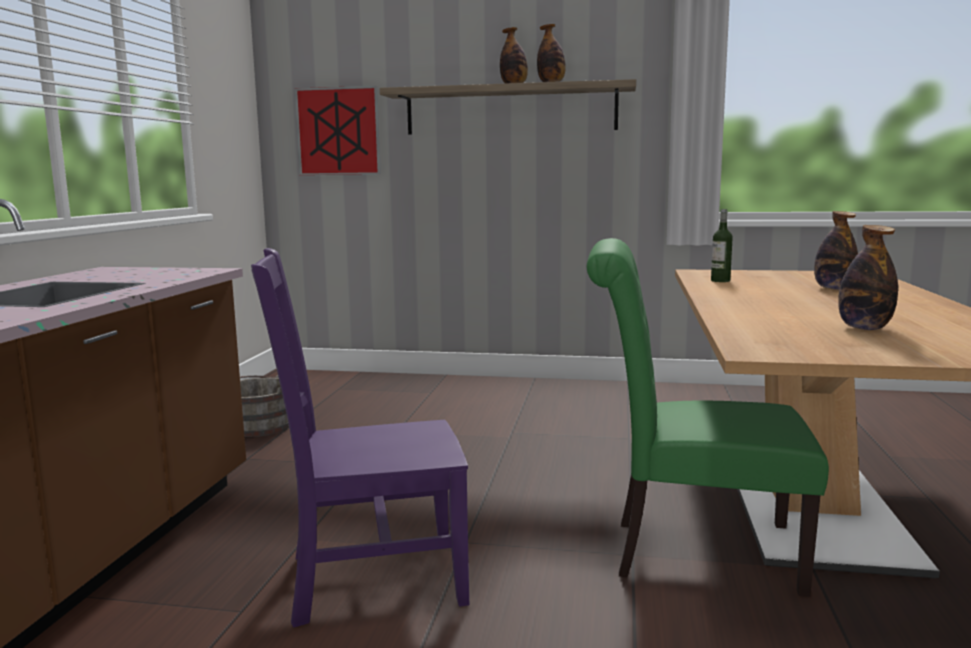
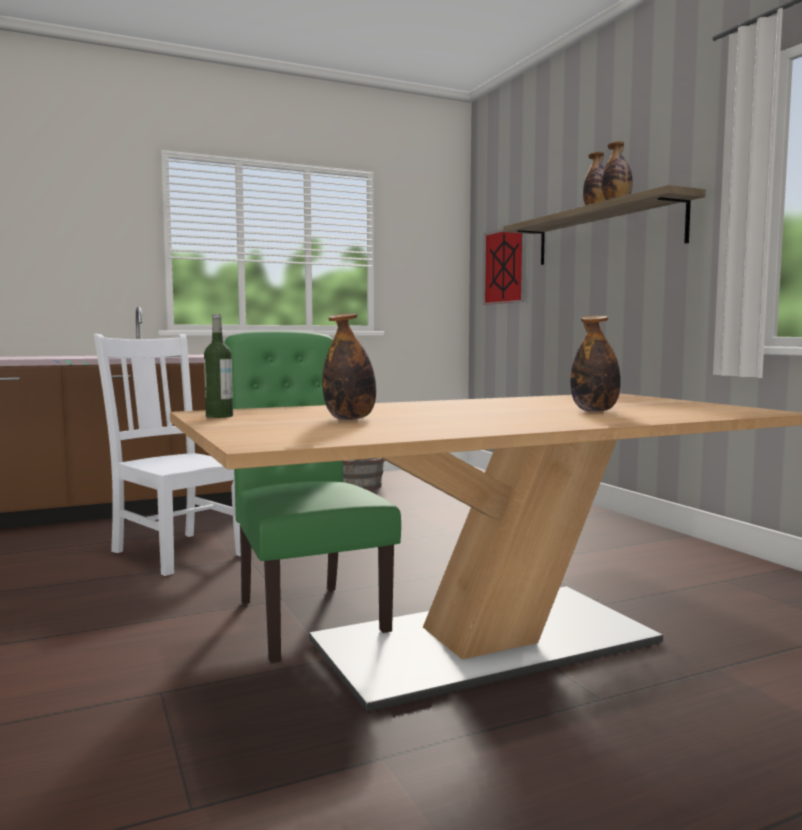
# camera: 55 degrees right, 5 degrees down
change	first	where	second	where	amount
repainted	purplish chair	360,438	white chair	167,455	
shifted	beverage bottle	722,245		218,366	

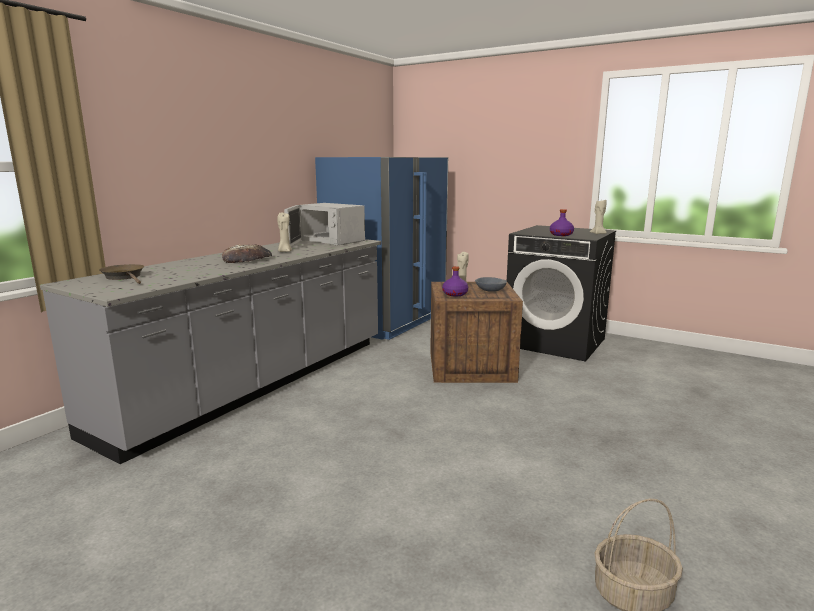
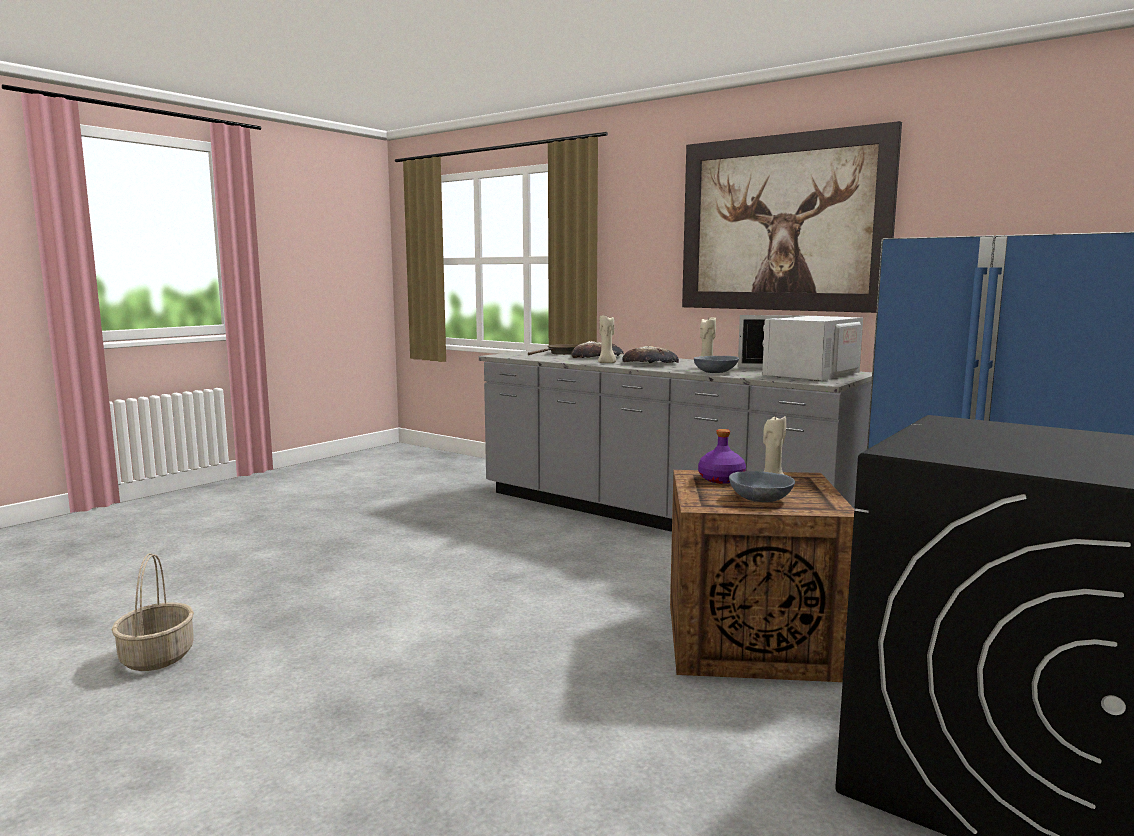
# camera: 95 degrees right, 5 degrees down
change	first	where	second	where	amount
gone	purplish beverage bottle	562,222			
shifted	beige-coloured candle	598,217		607,339	
new			bakery bread	597,349	
new			picture	792,217	
new			gray serving bowl	716,364	

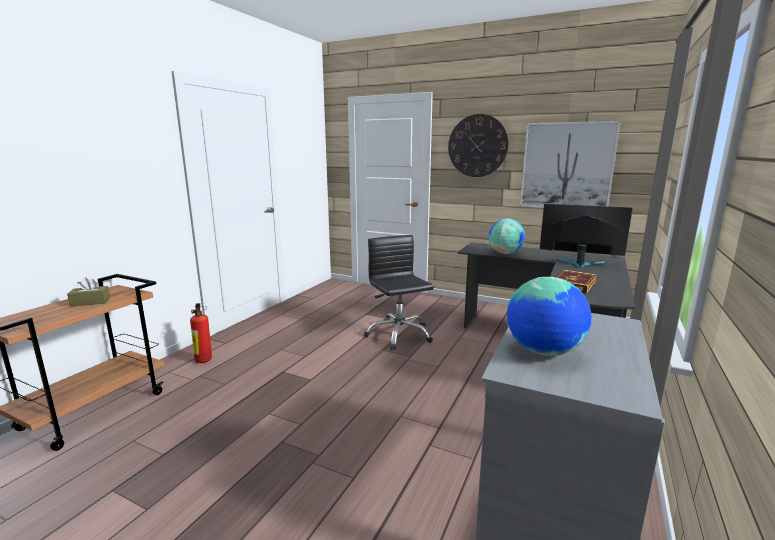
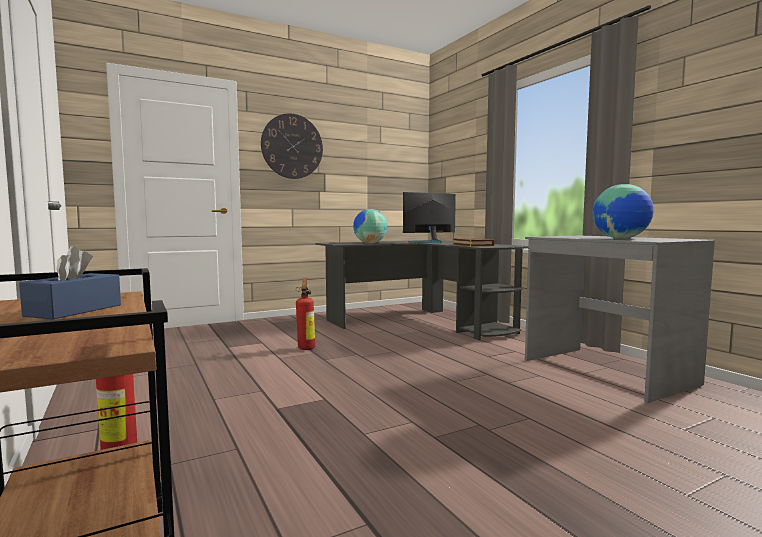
# camera: 55 degrees left, 10 degrees down
change	first	where	second	where	amount
repainted	brown box of tissues	89,292	blue-coloured box of tissues	70,282	
swapped	black-coloured office chair	399,292	fire extinguisher	305,314	
gone	picture	570,164			

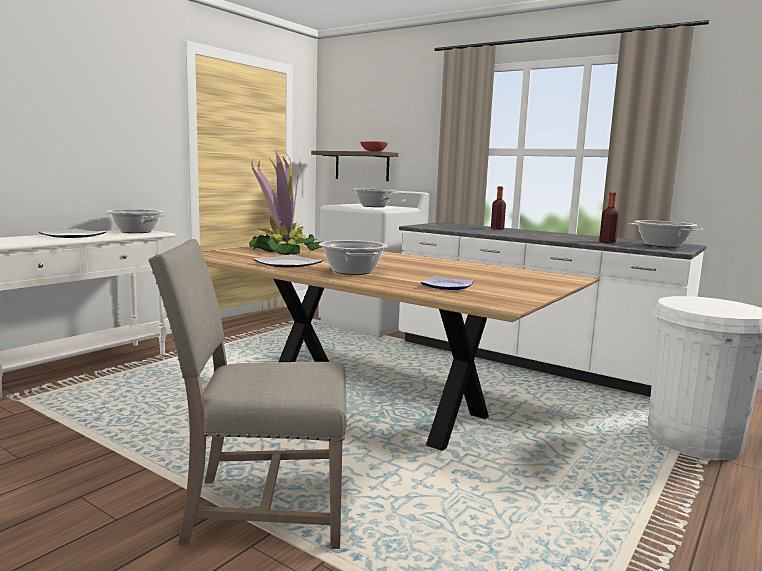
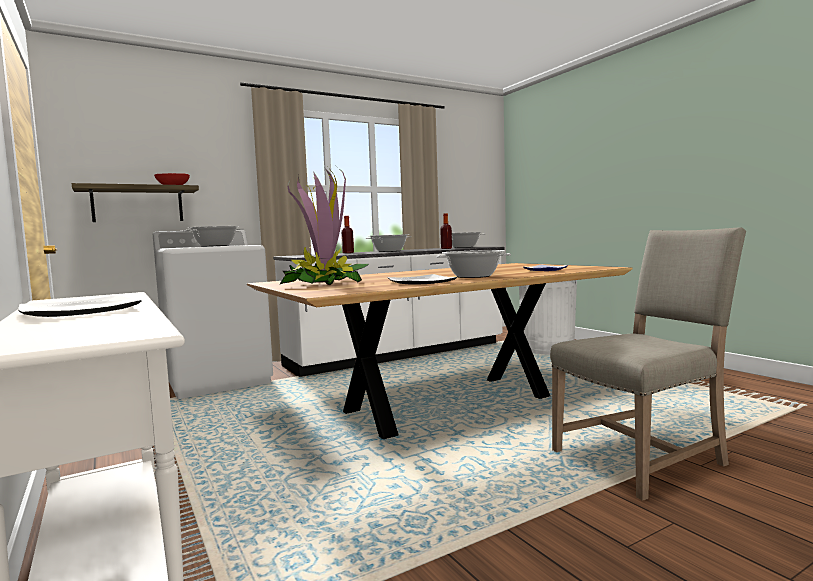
# camera: 65 degrees left, 5 degrees down
change	first	where	second	where	amount
shifted	cooking pot	136,221		388,243	
rotated	beige-coloured chair	247,394		648,364	135 degrees counterclockwise

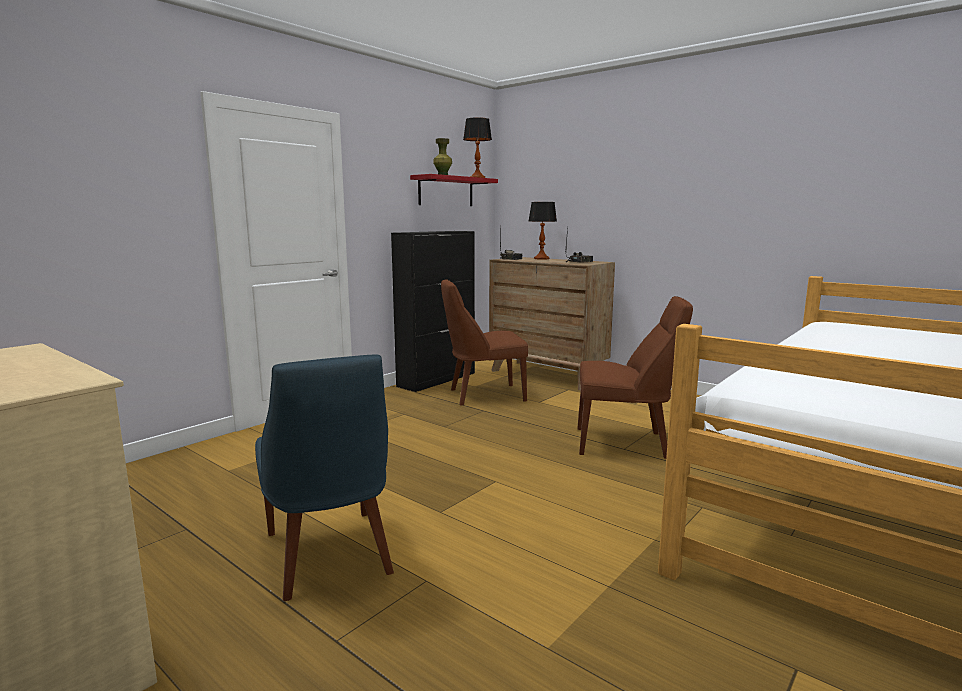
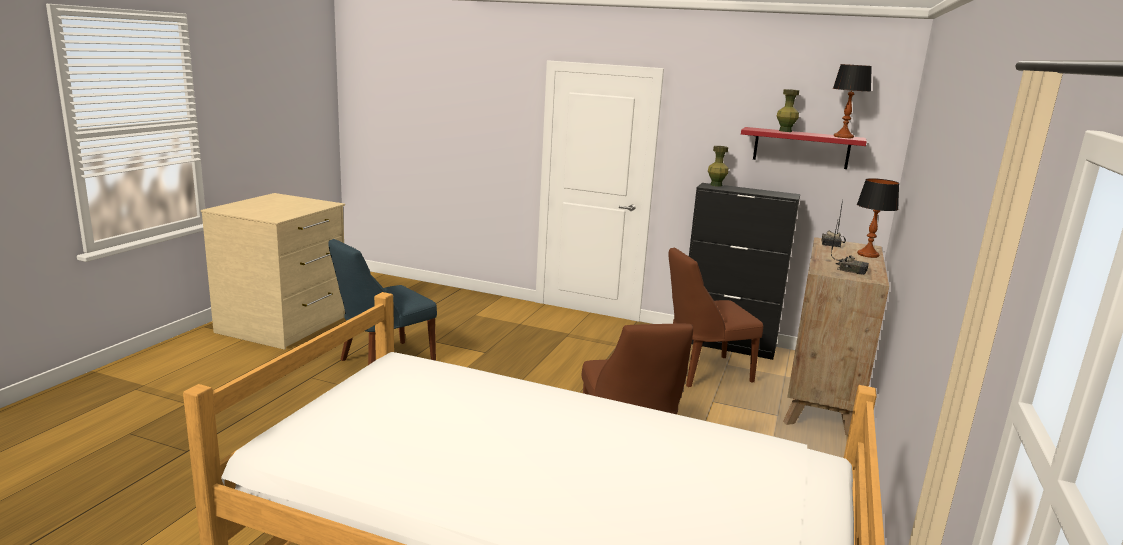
# camera: 70 degrees right, 5 degrees up
change	first	where	second	where	amount
rotated	brown chair	484,342		716,317	75 degrees counterclockwise
new			green flower vase	718,166	

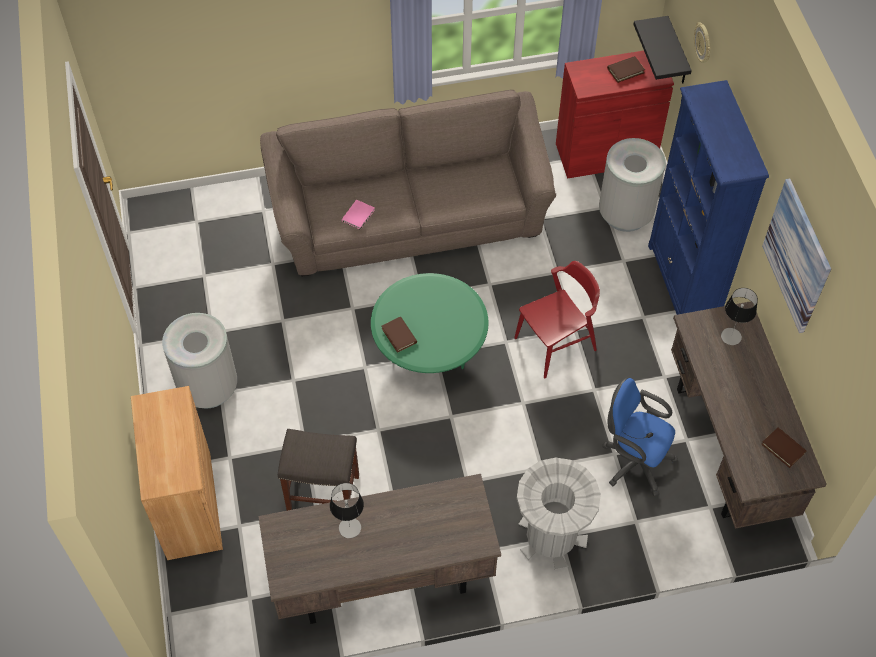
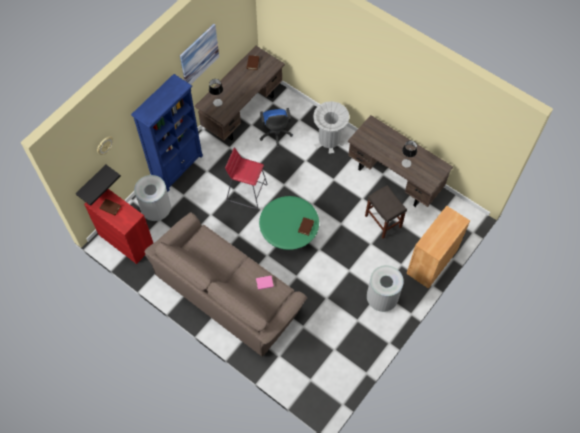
# camera: 130 degrees left, 5 degrees up
change	first	where	second	where	amount
swapped	reddish chair	557,319	reddish sitting stool	246,178	

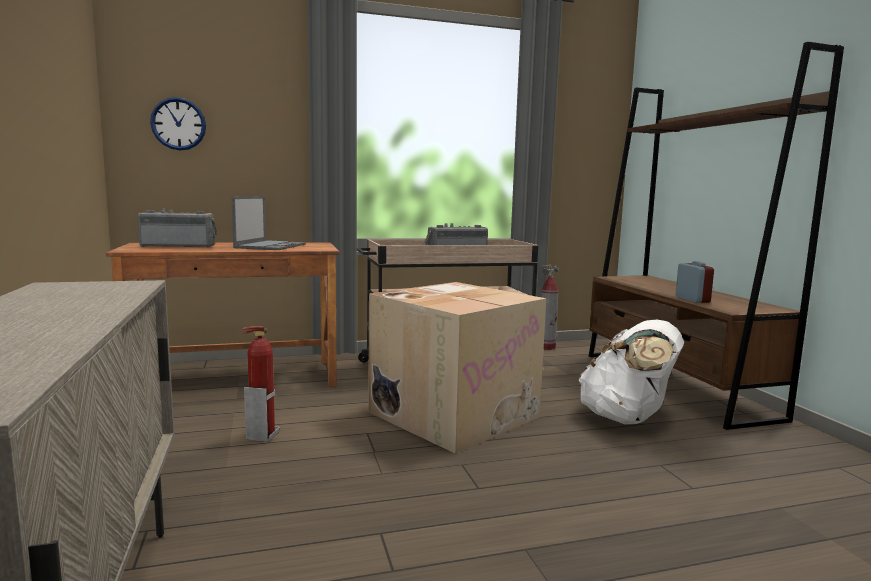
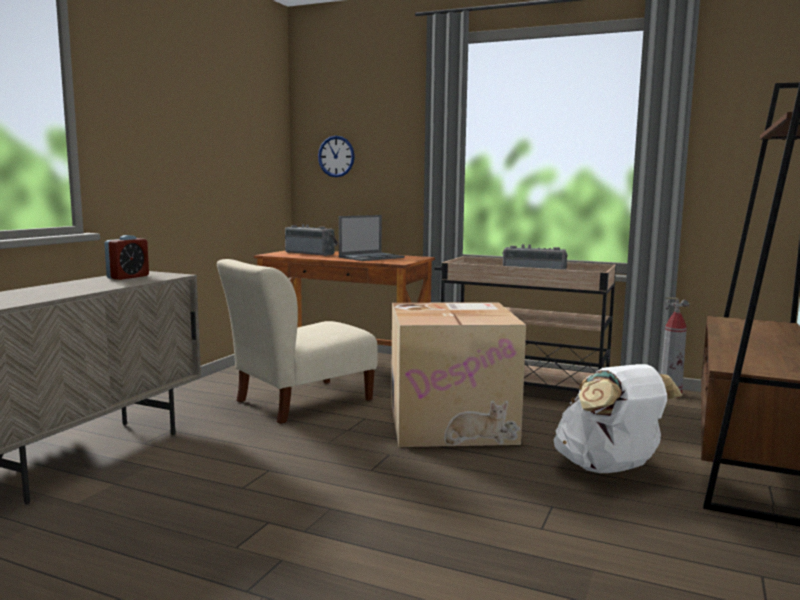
# camera: 40 degrees right, 0 degrees up
change	first	where	second	where	amount
swapped	fire extinguisher	261,384	beige-coloured chair	297,341	
shifted	alarm clock	694,282		126,257	

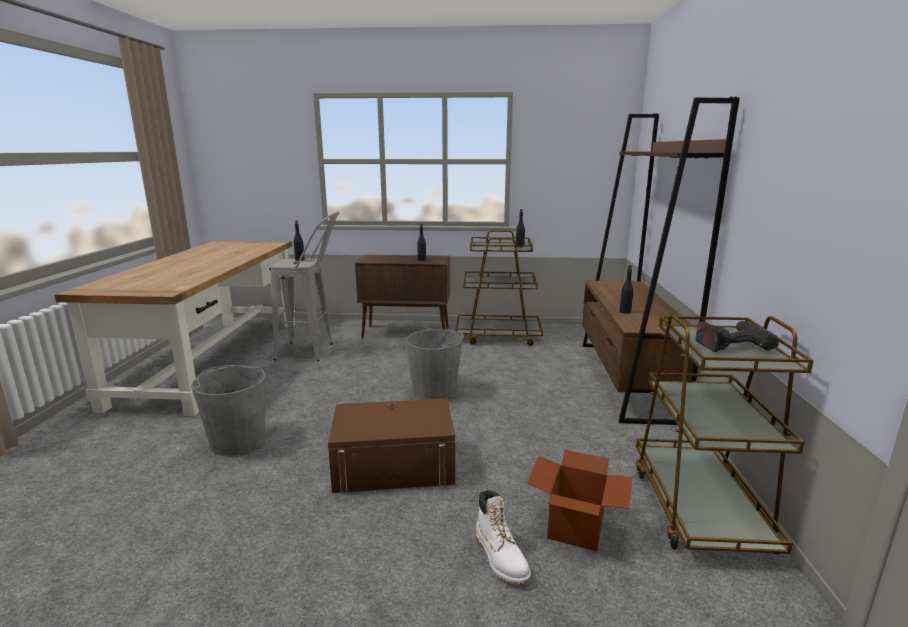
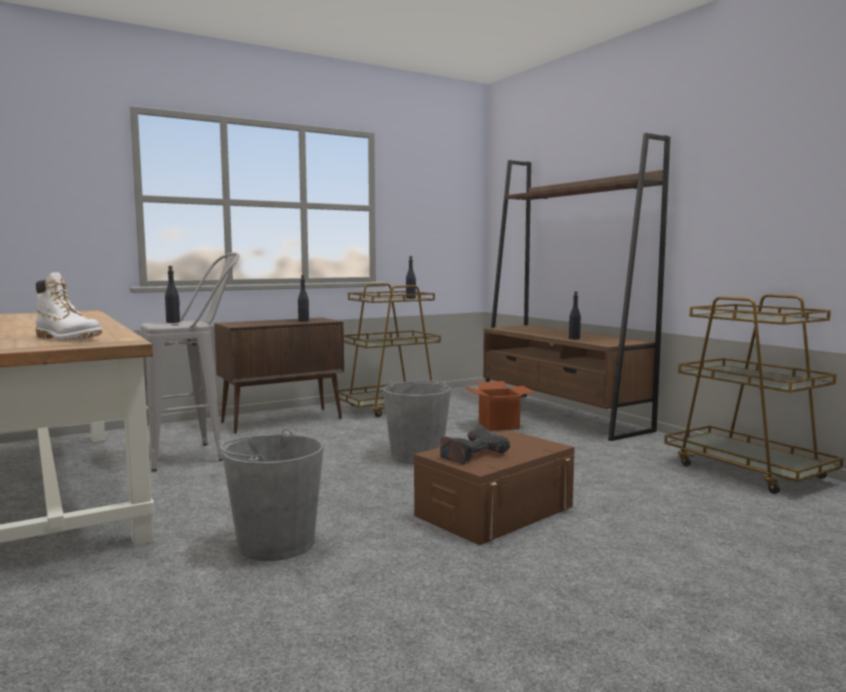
# camera: 35 degrees left, 10 degrees down
change	first	where	second	where	amount
shifted	white tall boot	503,537		69,306	
shifted	carton	579,501		500,406	
shifted	drill	737,336		475,447	

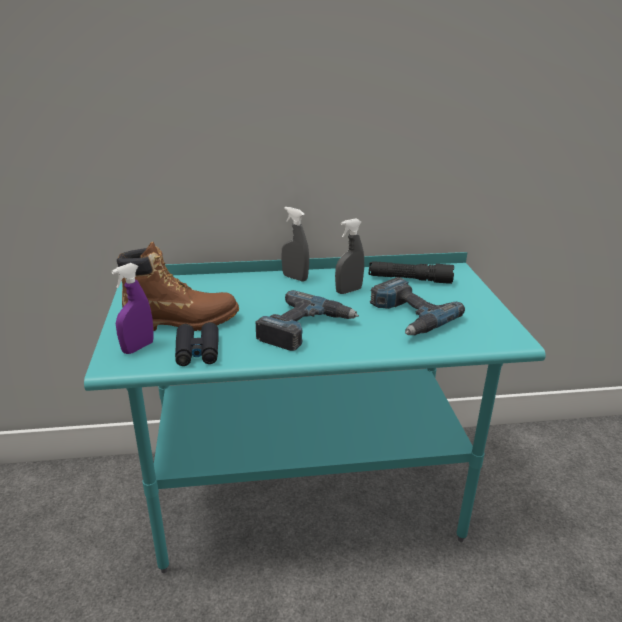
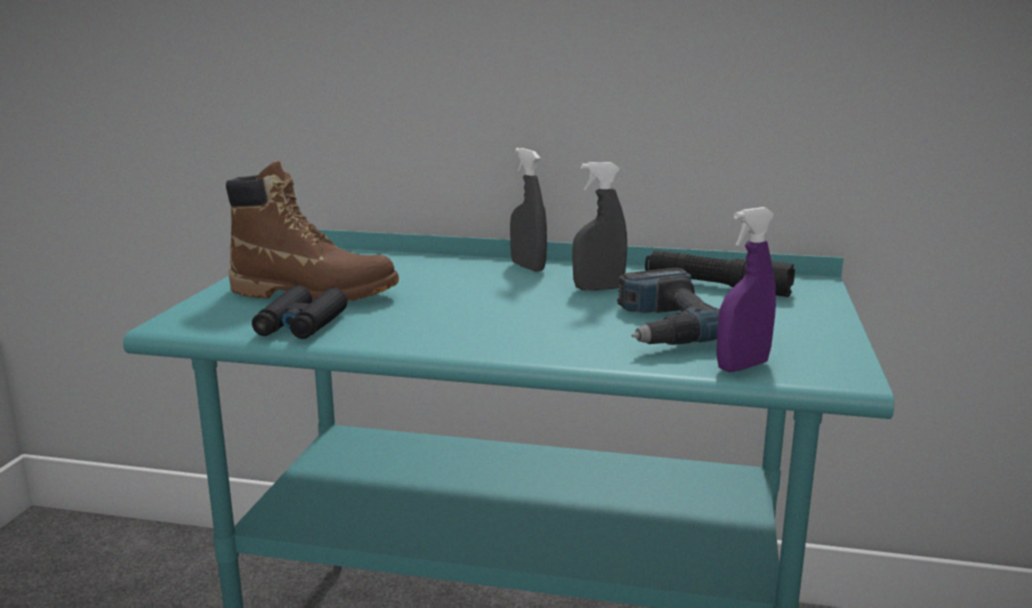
# camera: 20 degrees right, 10 degrees down
change	first	where	second	where	amount
shifted	purplish spray bottle	132,308		746,289	
gone	drill	307,320			

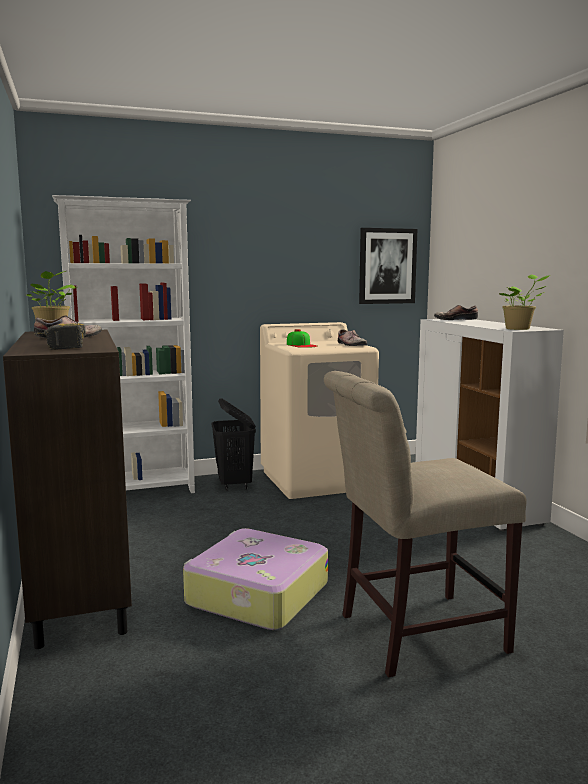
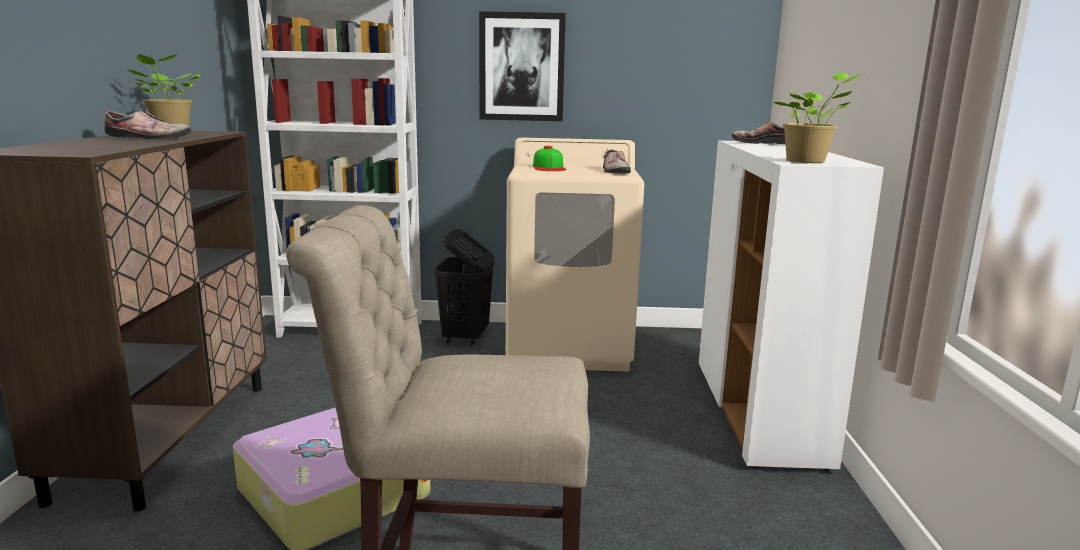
# camera: 20 degrees right, 5 degrees up
change	first	where	second	where	amount
gone	drill	60,336			
shifted	picture	388,266		522,66	

